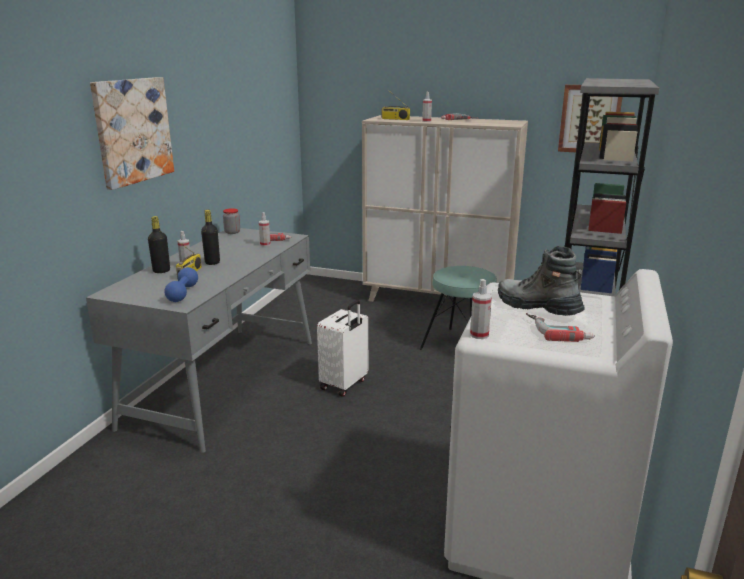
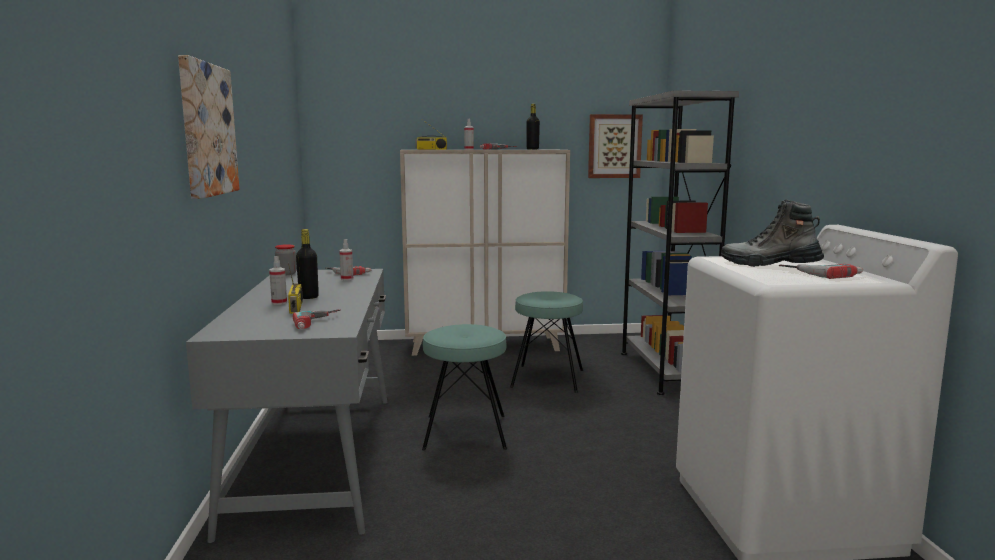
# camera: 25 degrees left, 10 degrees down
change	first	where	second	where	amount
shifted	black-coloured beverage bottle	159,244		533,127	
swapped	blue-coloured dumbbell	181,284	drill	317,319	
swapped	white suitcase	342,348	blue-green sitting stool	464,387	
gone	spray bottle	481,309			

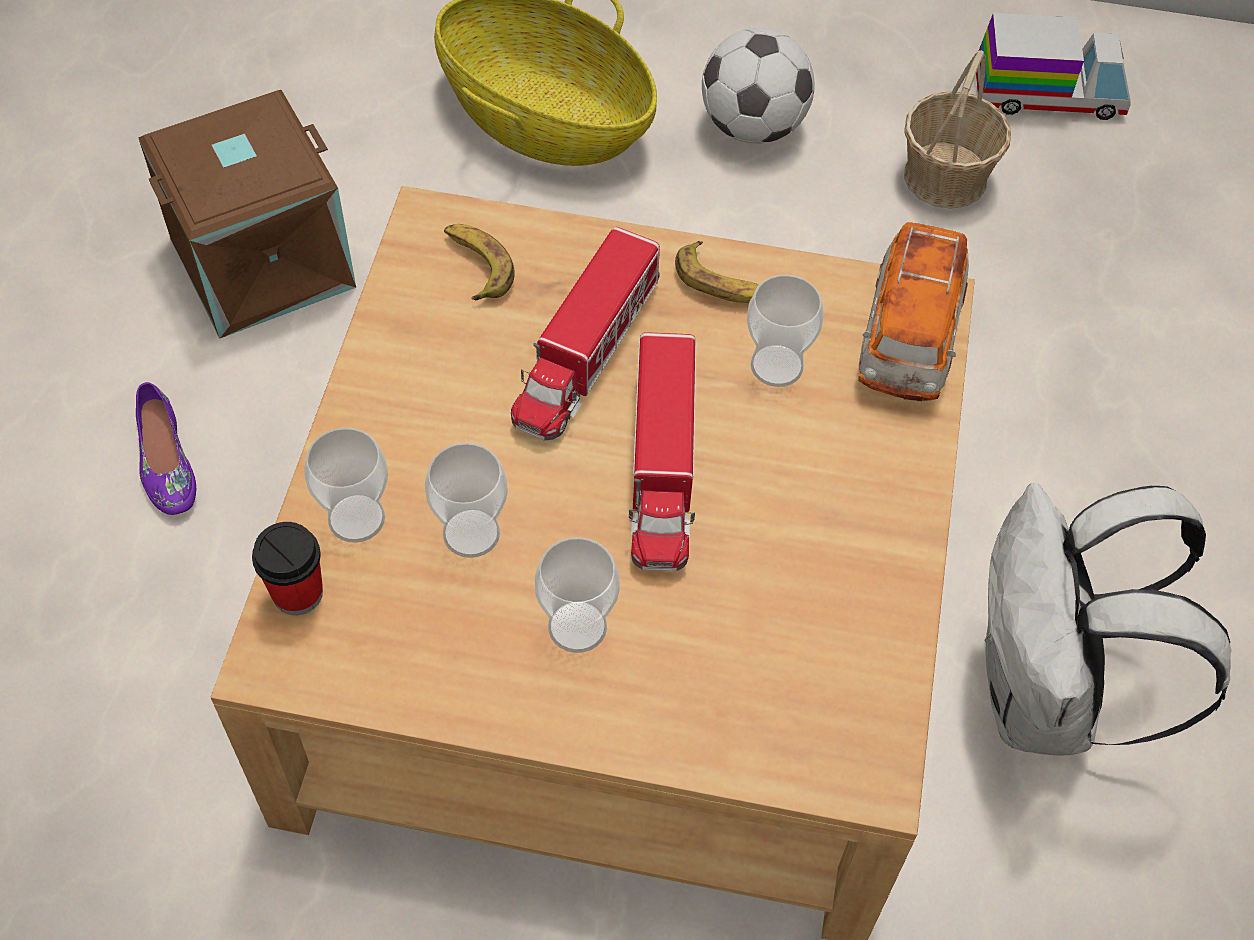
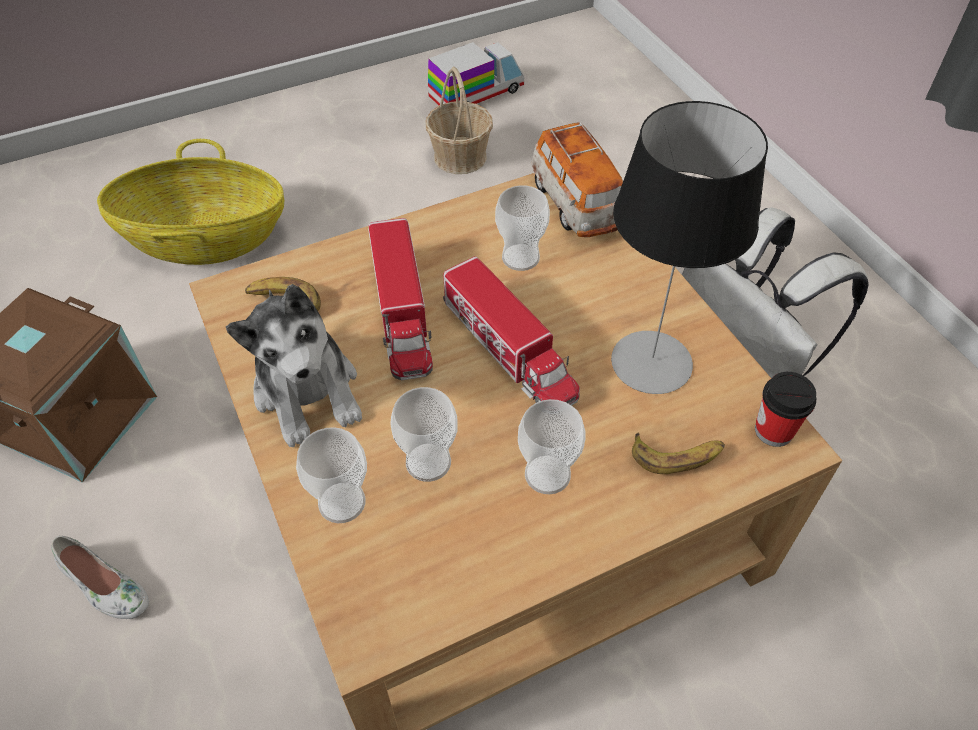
# camera: 35 degrees left, 5 degrees down
change	first	where	second	where	amount
repainted	purplish item of footwear	166,448	white item of footwear	100,577	
shifted	small cup	287,568		785,409	
shifted	banana	717,272		678,453	
gone	football	758,86			
new			cuddly toy	294,365	
new			tabletop lamp	689,247	

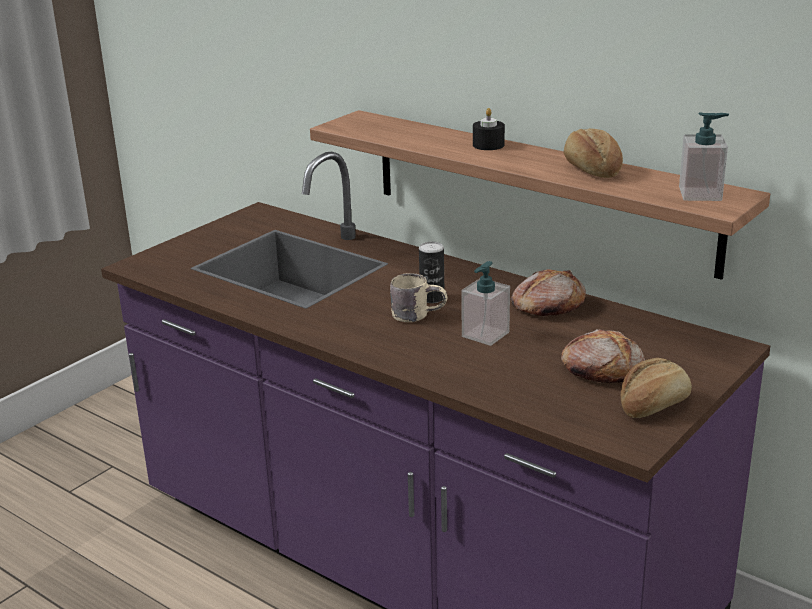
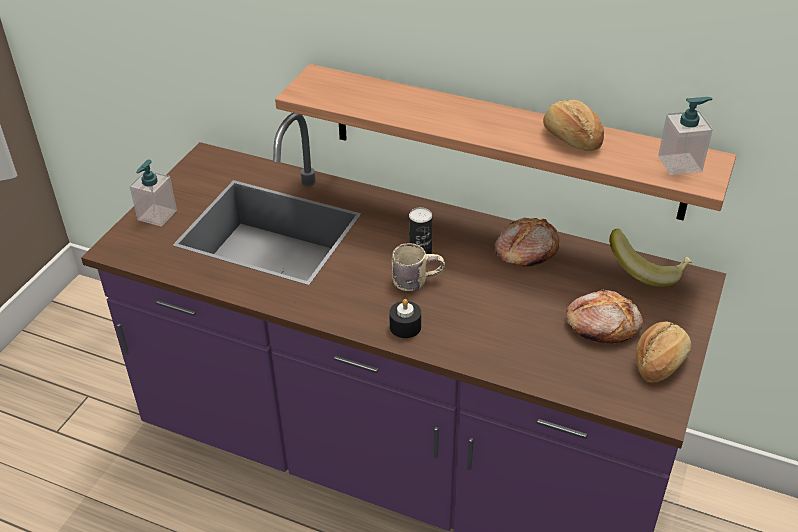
# camera: 15 degrees left, 15 degrees up
change	first	where	second	where	amount
shifted	liquid soap bottle	485,303		153,193	
shifted	black-coloured candle	489,129		405,318	
new			banana	650,257	

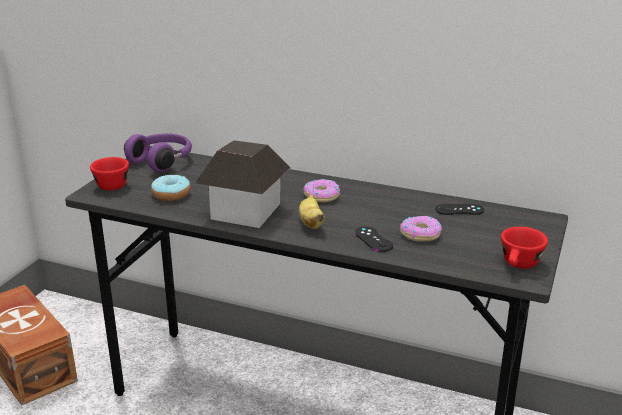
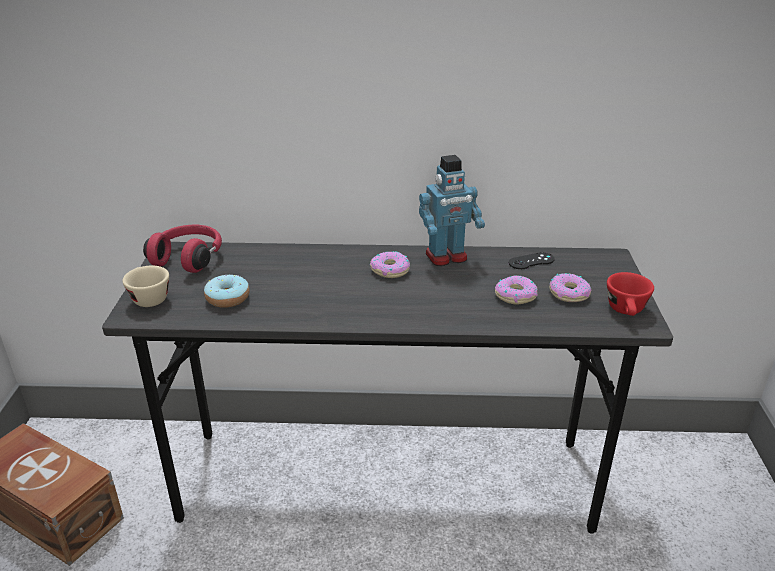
# camera: 20 degrees left, 5 degrees up
change	first	where	second	where	amount
repainted	reddish small cup	109,173	beige-coloured small cup	146,286	
repainted	purplish headset	158,152	reddish headset	182,249	
gone	toy house	243,184			
gone	banana	312,212			
gone	black-coloured gamepad	374,239			
new			robot figure	452,210	
new			doughnut	570,287	

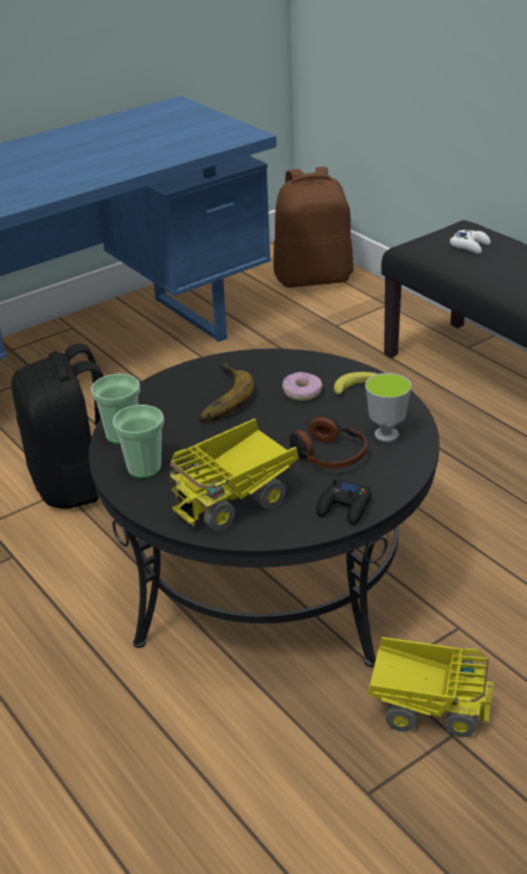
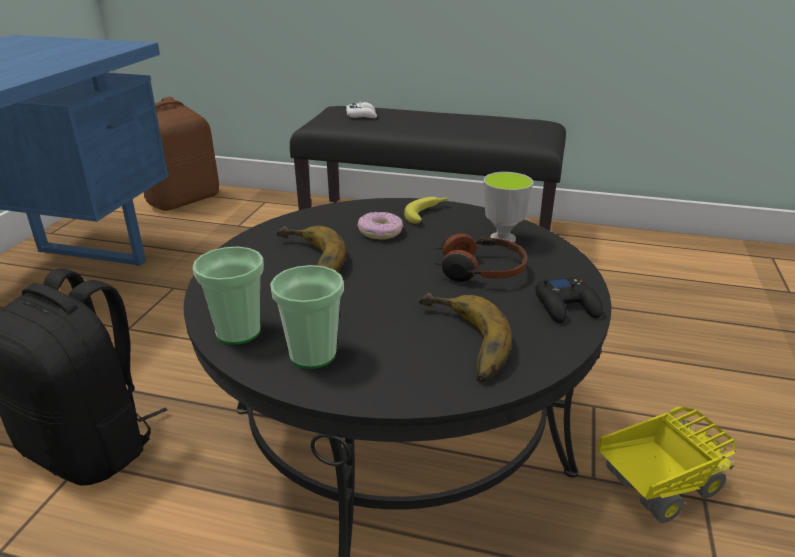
# camera: 40 degrees left, 5 degrees down
change	first	where	second	where	amount
swapped	model truck	234,475	banana	465,337	

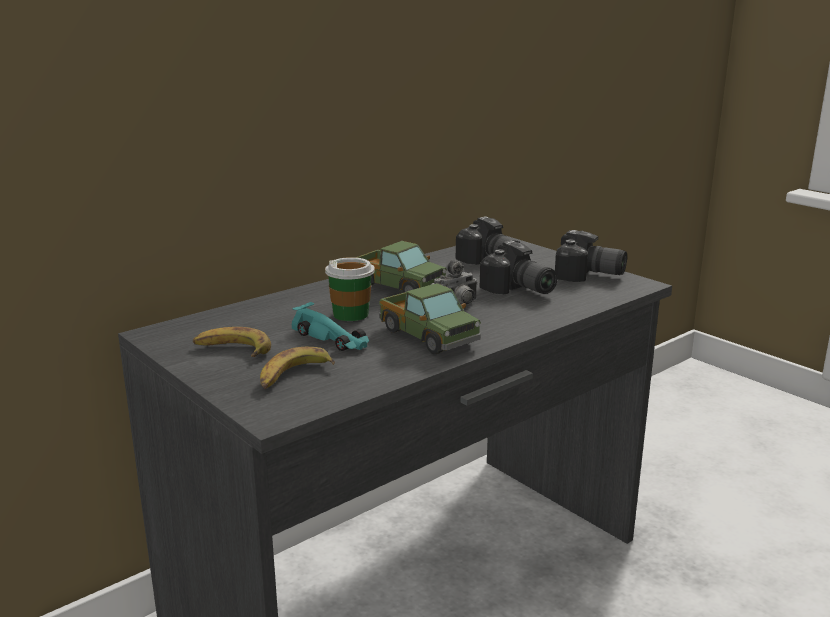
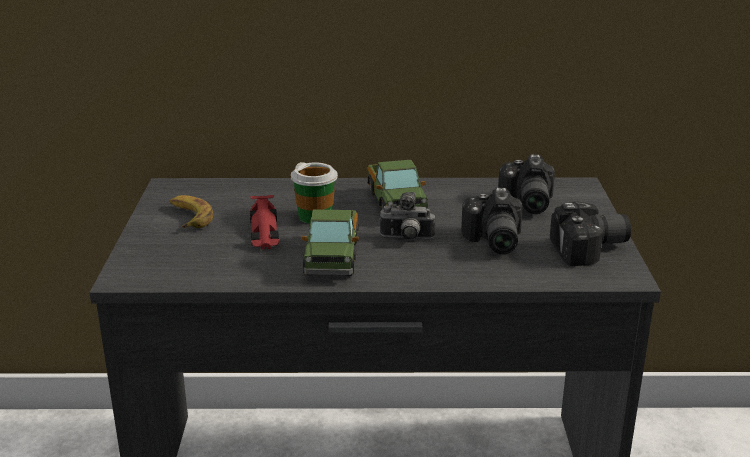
# camera: 40 degrees right, 5 degrees up
change	first	where	second	where	amount
gone	banana	297,368			
repainted	blue-green model car	330,326	reddish model car	265,222	
rotated	still camera	591,256		590,233	75 degrees counterclockwise

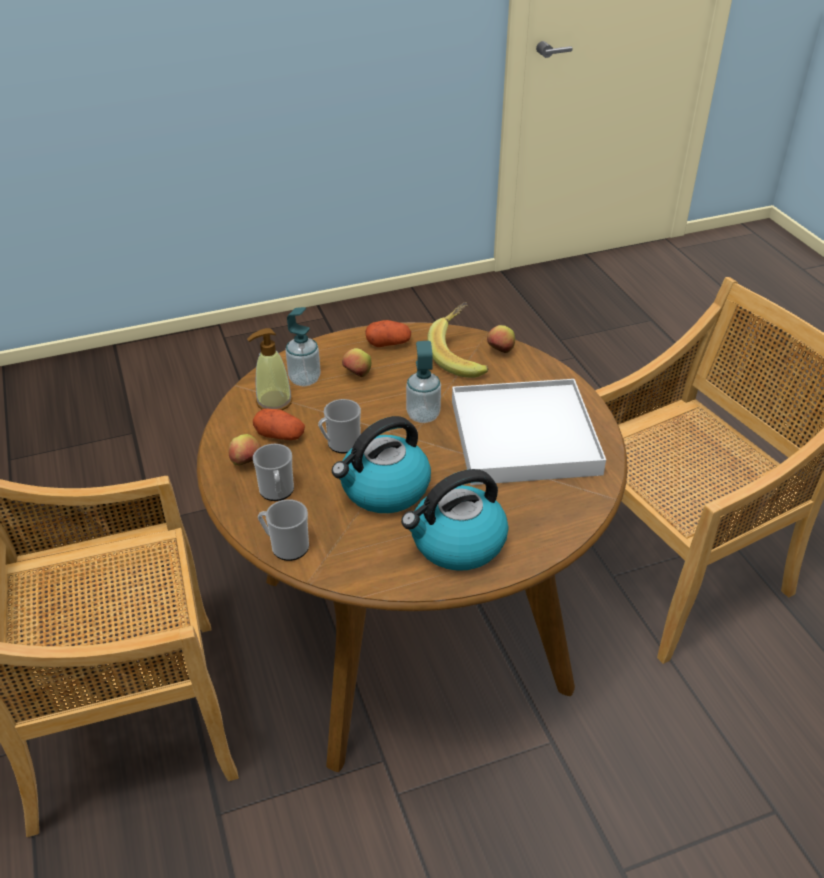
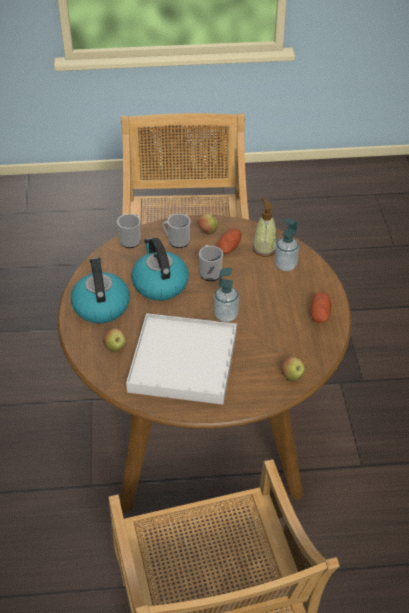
# camera: 105 degrees right, 5 degrees up
change	first	where	second	where	amount
shifted	whole apple	356,362		115,340	
gone	banana	457,340			

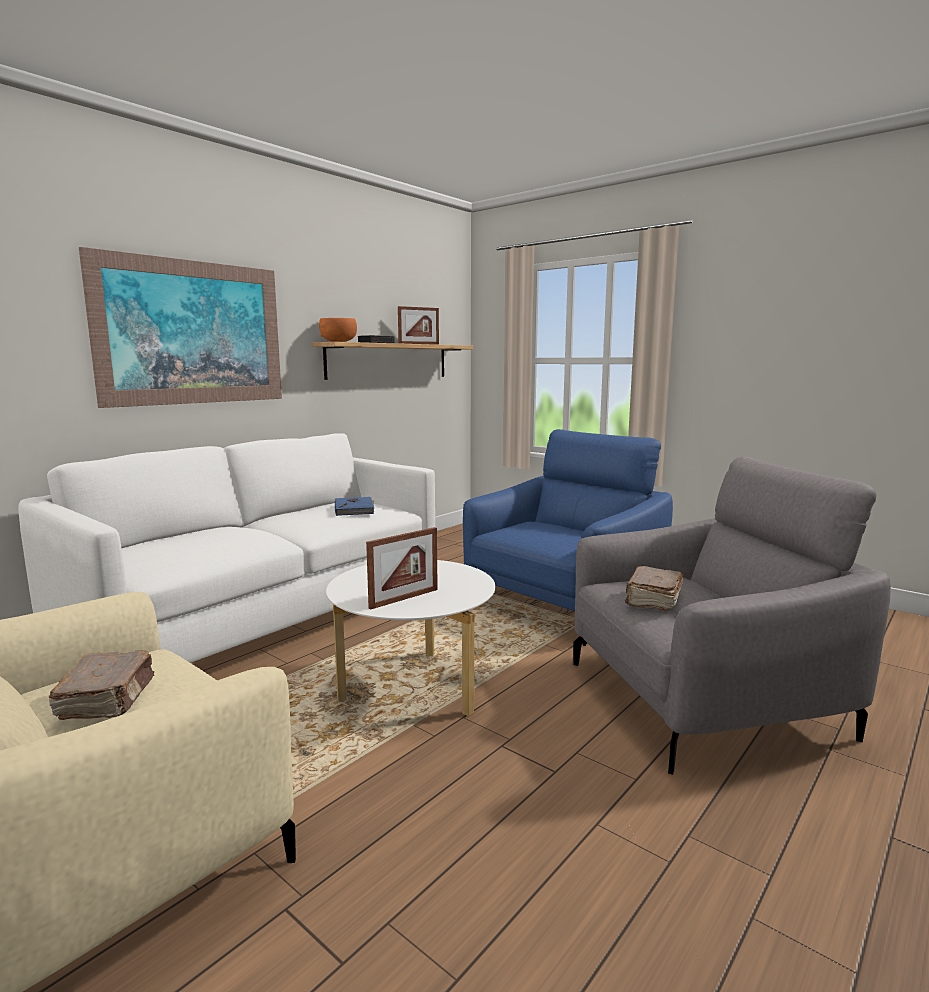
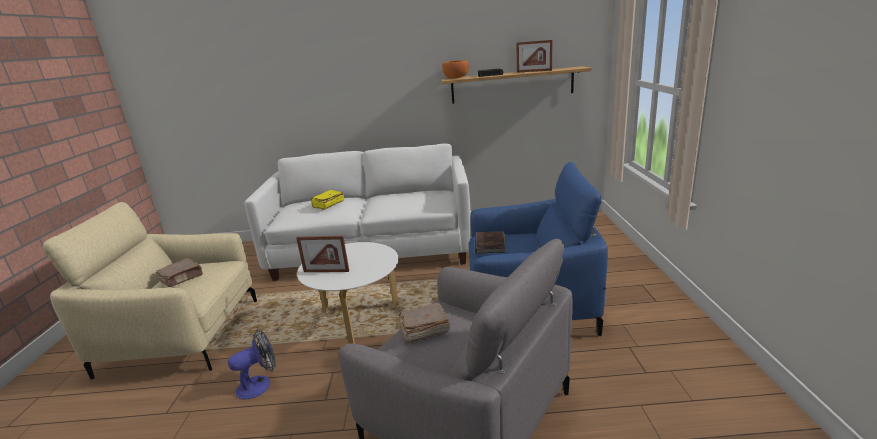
# camera: 50 degrees right, 10 degrees up
change	first	where	second	where	amount
gone	picture	180,327			
gone	blue-coloured bound book	354,506			
new			electric fan	252,365	
new			yellow bound book	327,200	
new			brown bound book	490,242	

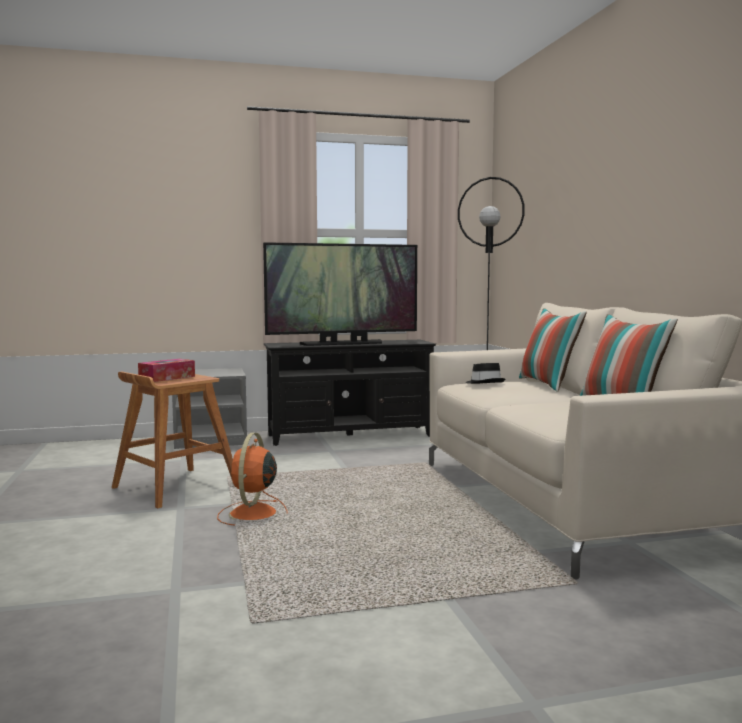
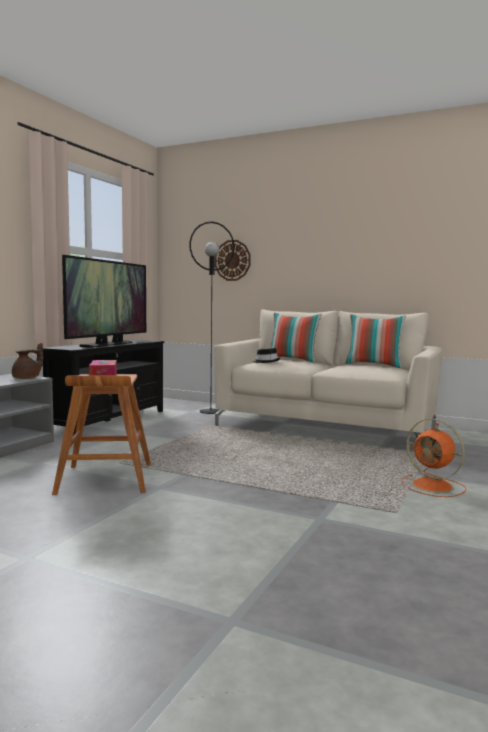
# camera: 50 degrees left, 0 degrees up
change	first	where	second	where	amount
shifted	orange electric fan	252,479		434,458	
new			brown tea pot	27,361	
new			hanging clock	233,260	

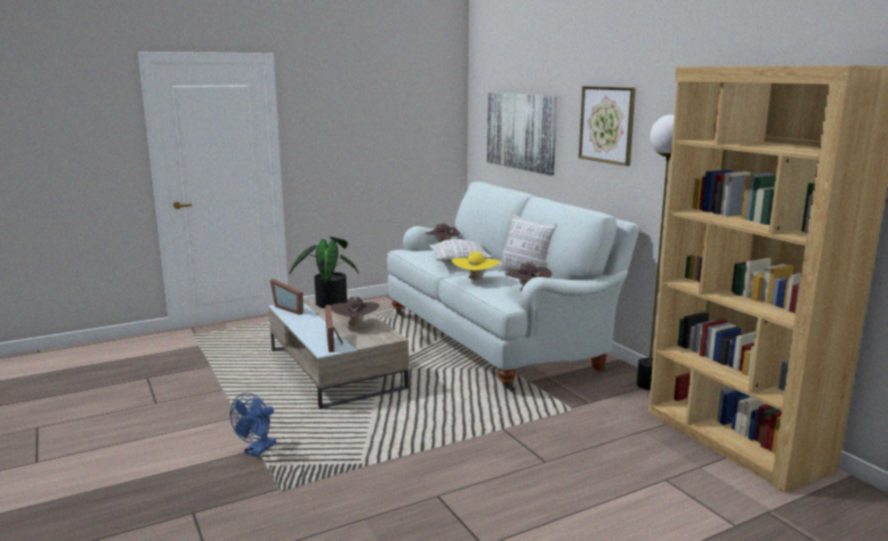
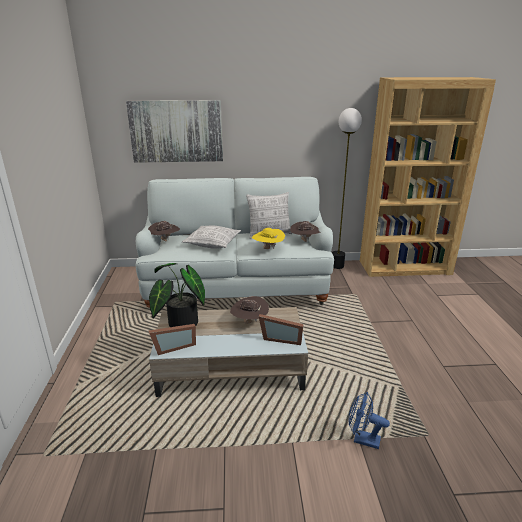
# camera: 65 degrees left, 10 degrees up
change	first	where	second	where	amount
rotated	blue-coloured electric fan	253,425		369,420	150 degrees clockwise
gone	picture	607,126			

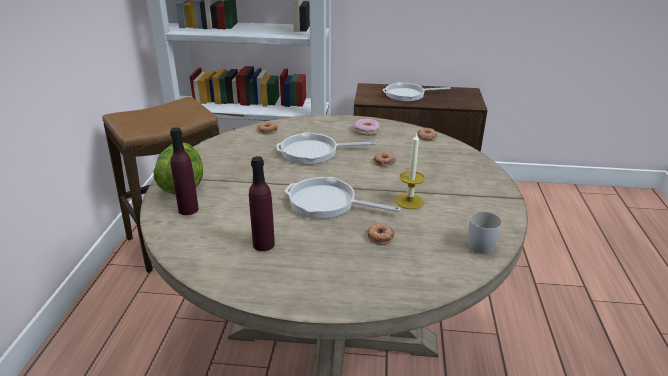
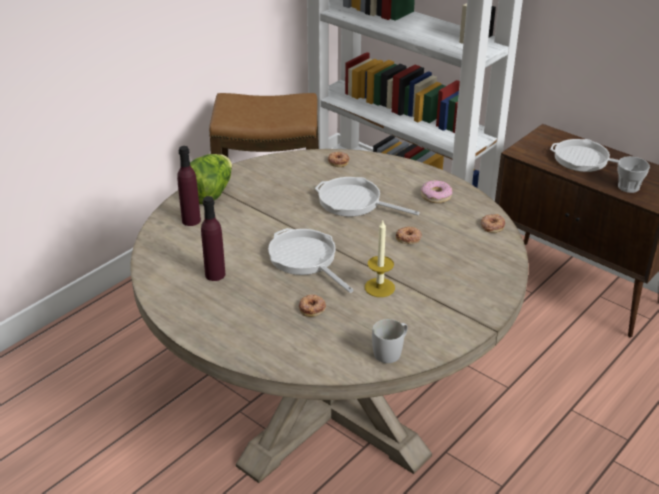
# camera: 35 degrees right, 5 degrees up
change	first	where	second	where	amount
new			small cup	634,174	

